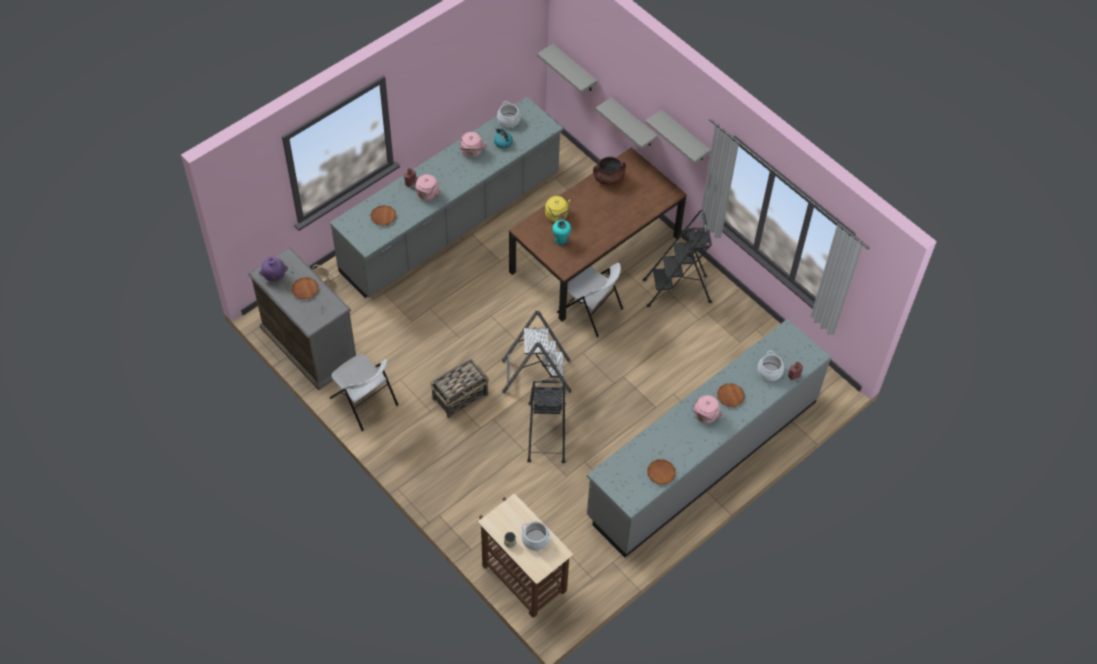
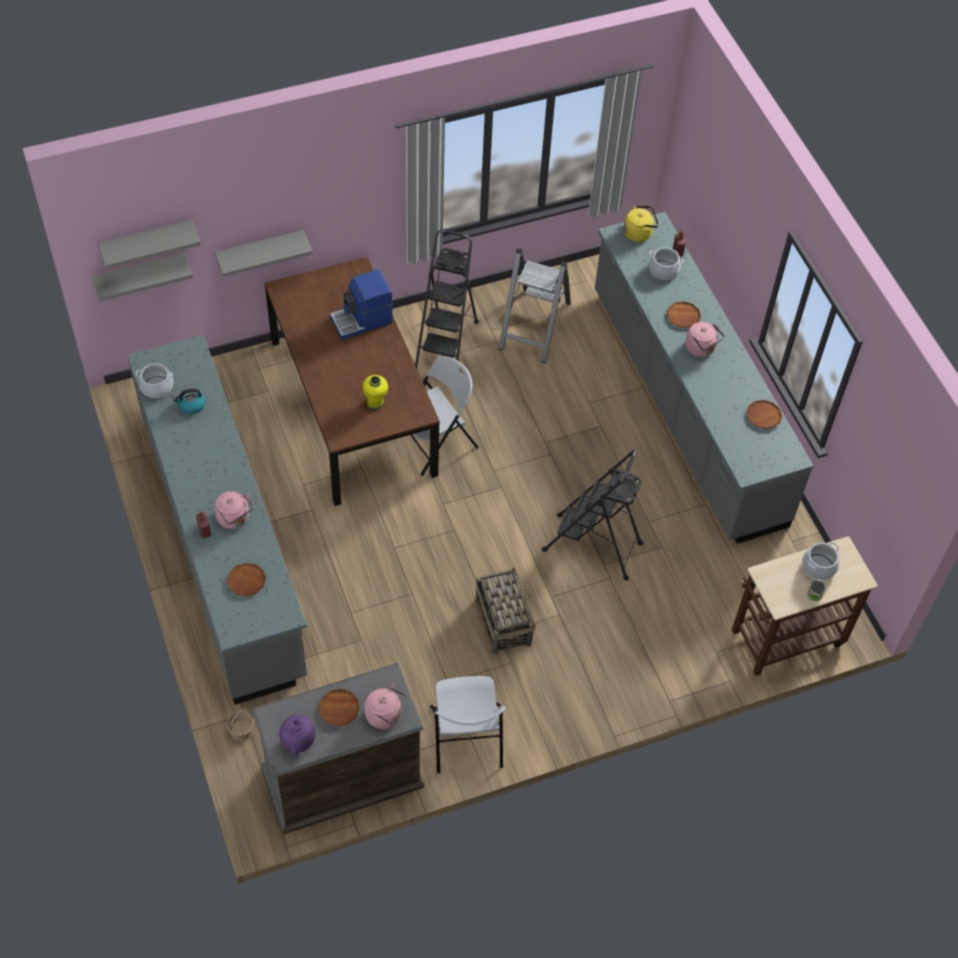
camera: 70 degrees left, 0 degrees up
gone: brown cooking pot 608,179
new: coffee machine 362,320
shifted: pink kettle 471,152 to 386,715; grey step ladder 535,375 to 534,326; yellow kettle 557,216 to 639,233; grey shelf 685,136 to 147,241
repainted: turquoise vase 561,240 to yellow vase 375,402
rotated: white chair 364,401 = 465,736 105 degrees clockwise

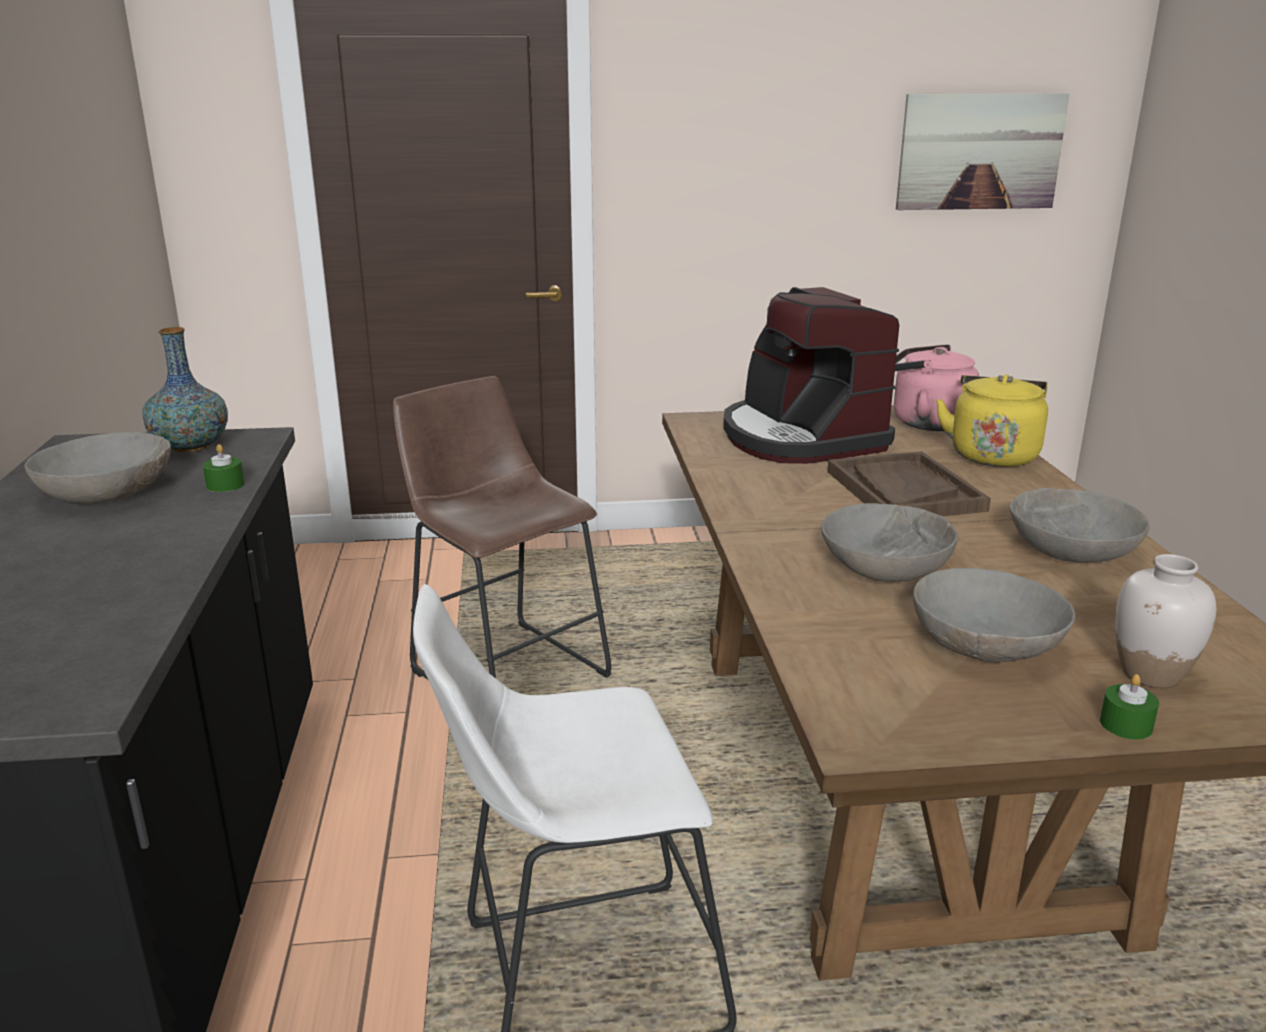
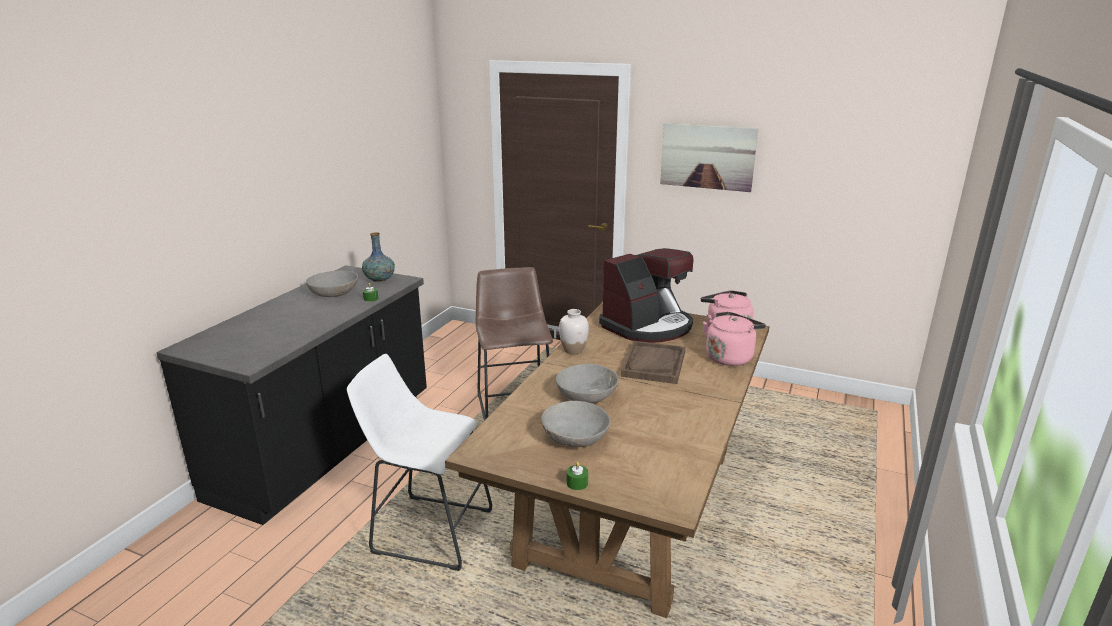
camera: 30 degrees right, 0 degrees up
gone: grey bowl 1070,550
shifted: picture 980,152 to 707,157; white vase 1151,674 to 573,350
repainted: yellow kettle 992,454 to pink kettle 730,357
rotated: coffee machine 800,438 = 648,326 135 degrees counterclockwise

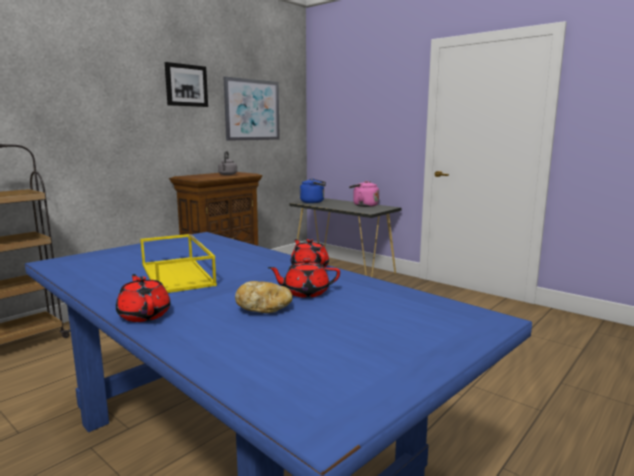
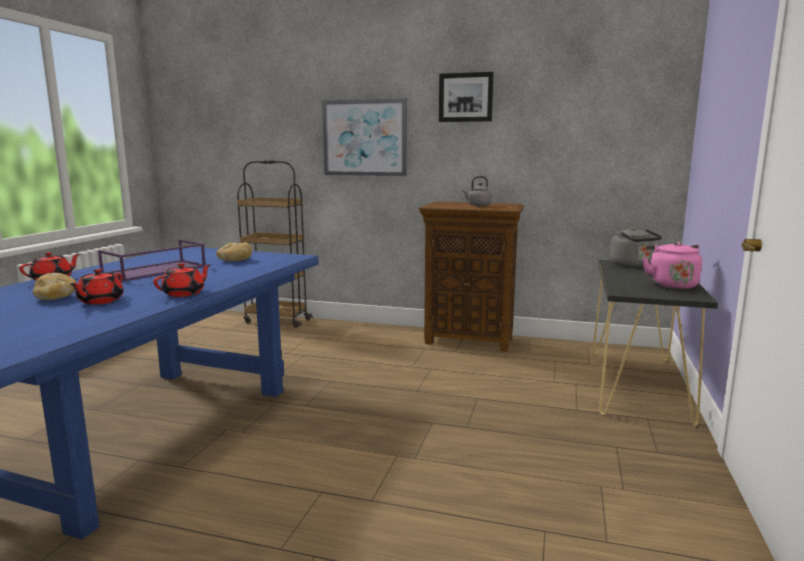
camera: 65 degrees right, 0 degrees up
new: bread 235,260
shifted: picture 252,110 to 364,138
repainted: yellow tray 178,275 to purple tray 154,271; blue kettle 313,202 to grey kettle 632,265
rotated: red teapot 305,292 = 100,301 135 degrees counterclockwise

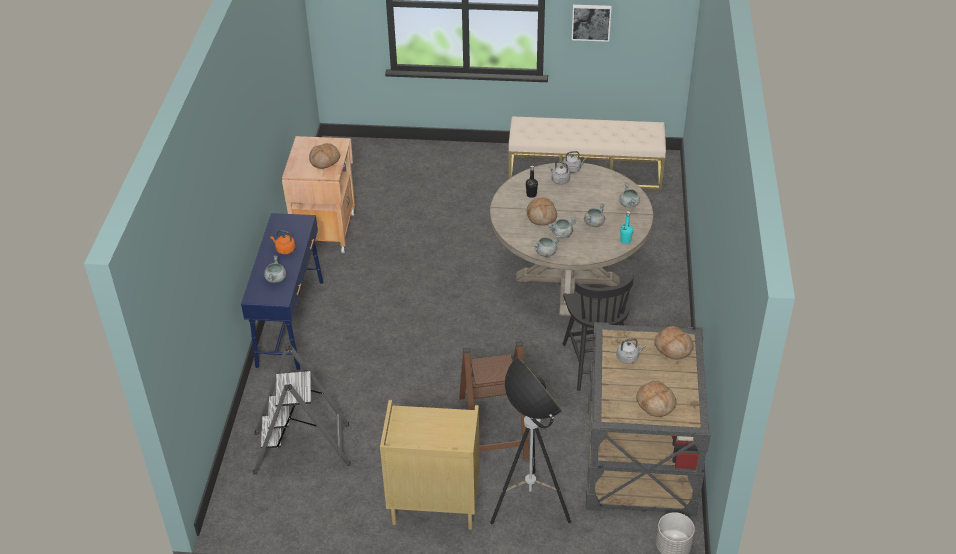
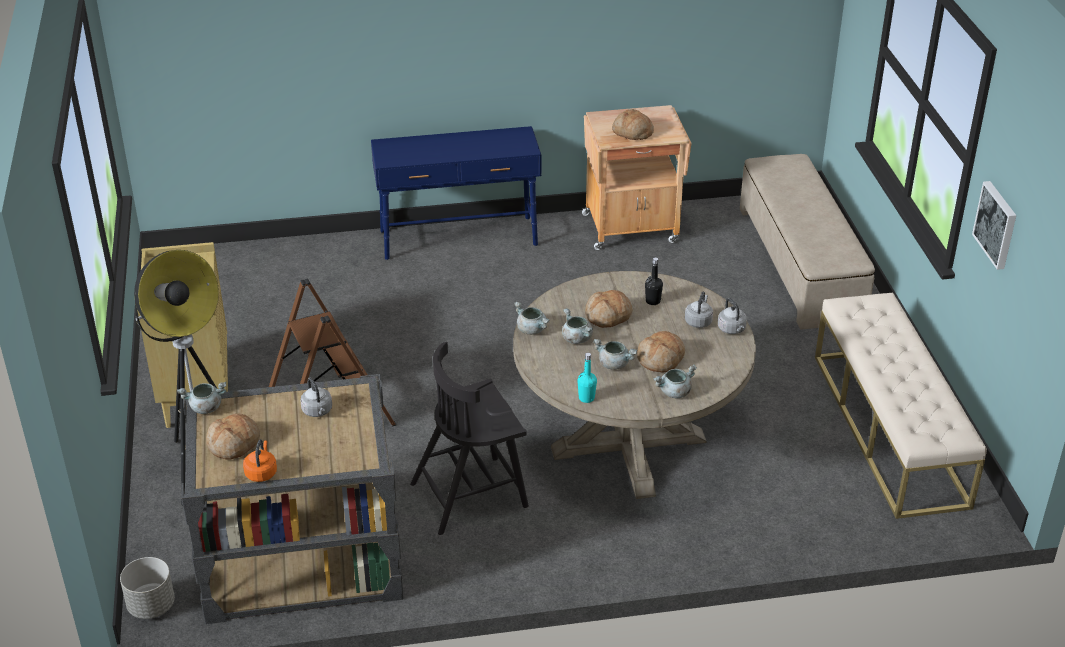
camera: 75 degrees right, 5 degrees down
gone: grey step ladder 303,447
new: beige bench 800,263
shifted: grey cooking pot 276,279 to 205,408; orange kettle 284,249 to 261,472; bread 673,348 to 661,359

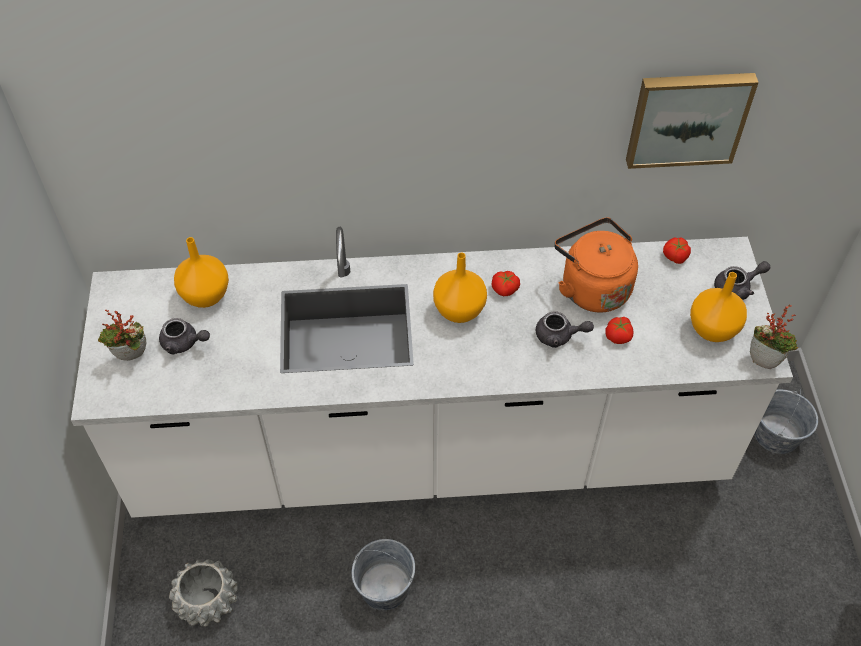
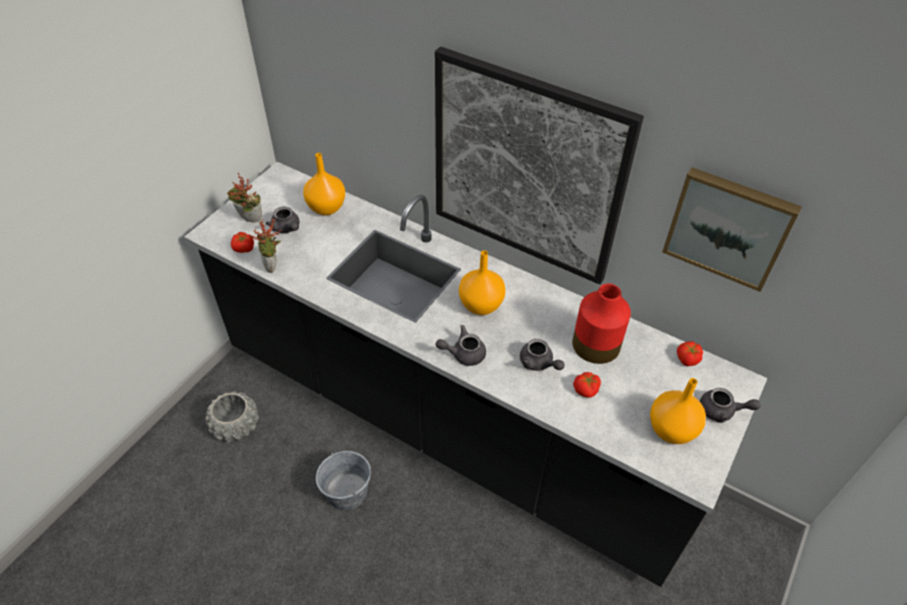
camera: 35 degrees right, 5 degrees down
gone: grey bucket 776,434
new: picture 527,169; grey teapot 463,354
shifted: tomato 505,289 to 244,248; potted plant 765,360 to 273,266
swapped: orange kettle 592,287 to red vase 596,344
repainted: white counter 430,452 to black counter 451,423

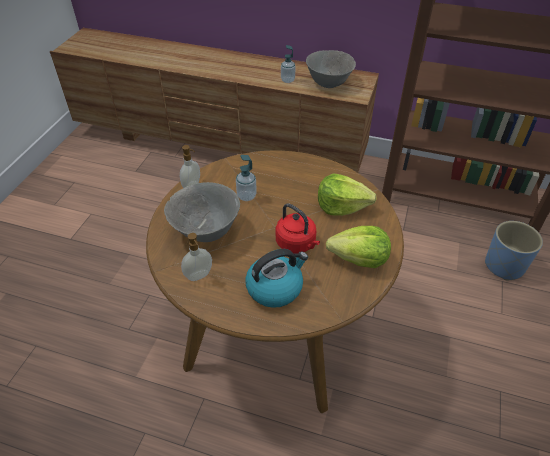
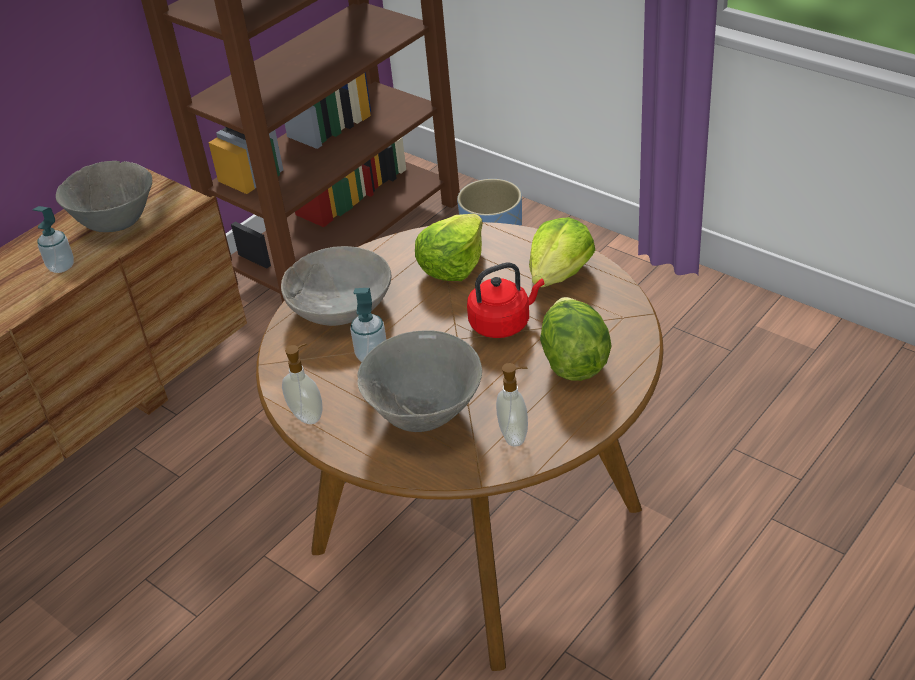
camera: 65 degrees left, 5 degrees down
new: grey bowl 340,307
swapped: kettle 275,288 to lettuce 573,361

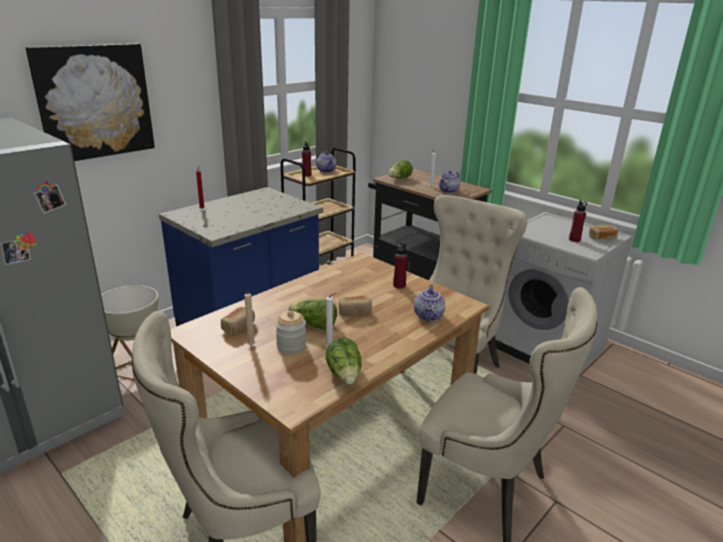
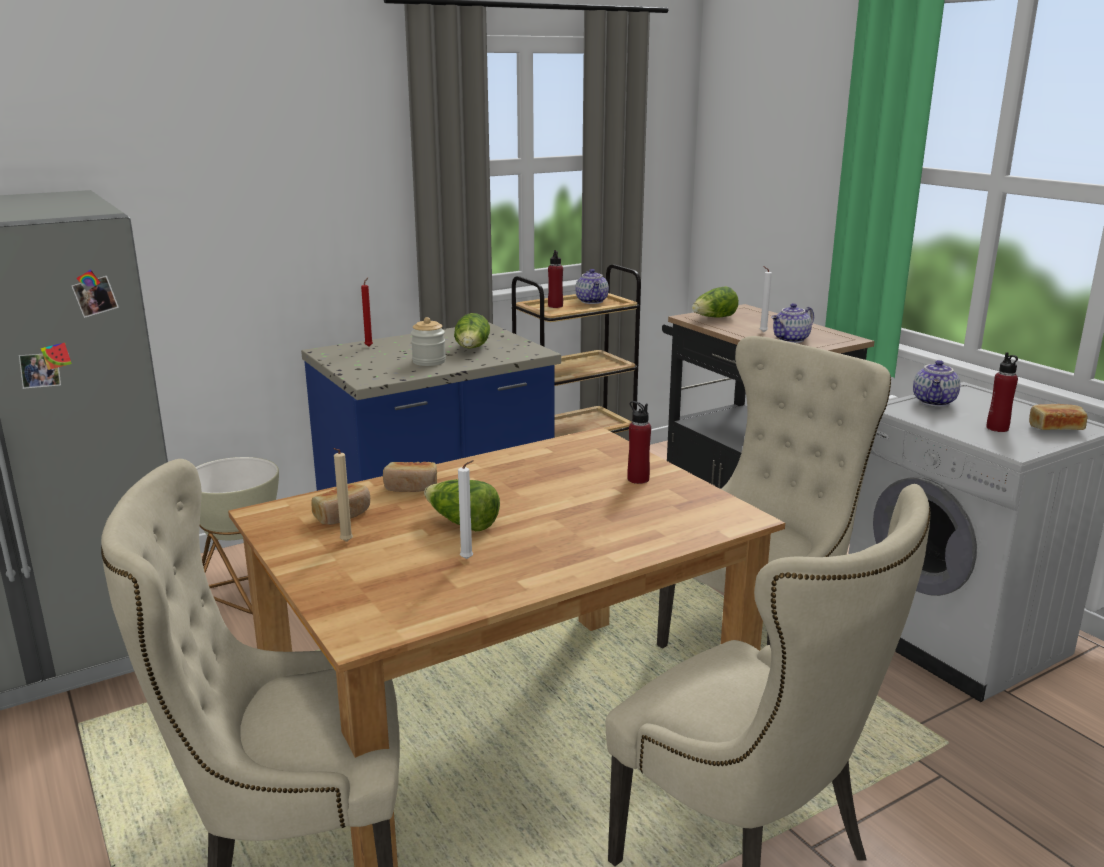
camera: 15 degrees right, 5 degrees down
gone: picture 94,102
shifted: jar 291,346 to 429,361; lettuce 345,375 to 472,349; bread 354,312 to 411,487; teapot 429,316 to 935,402

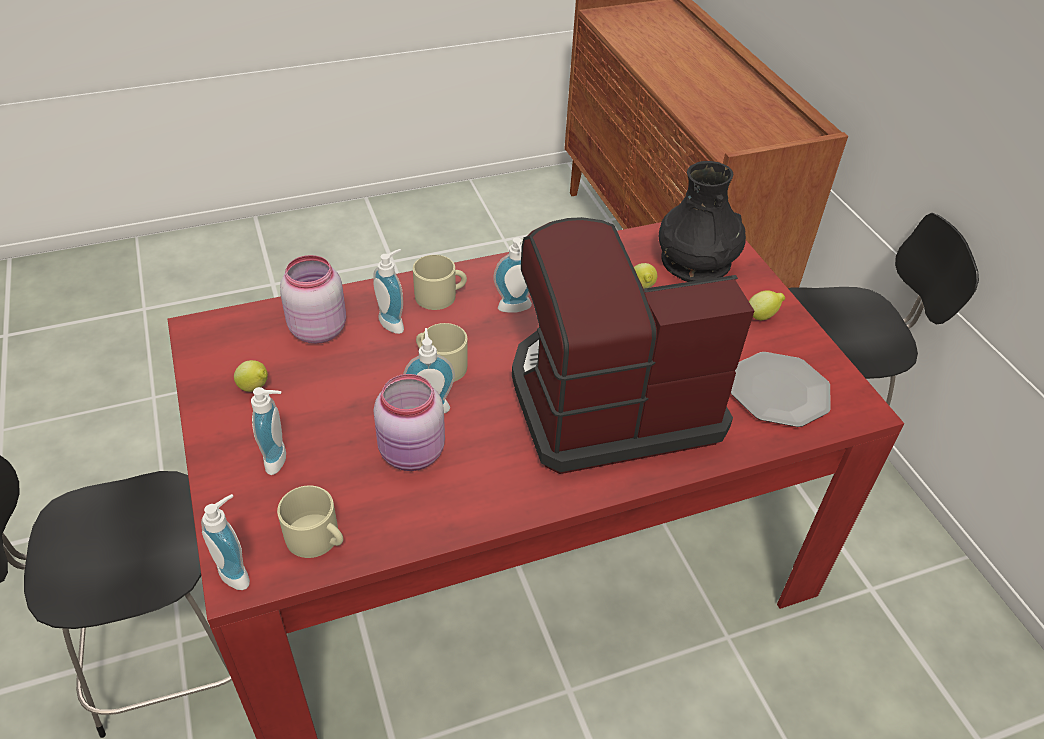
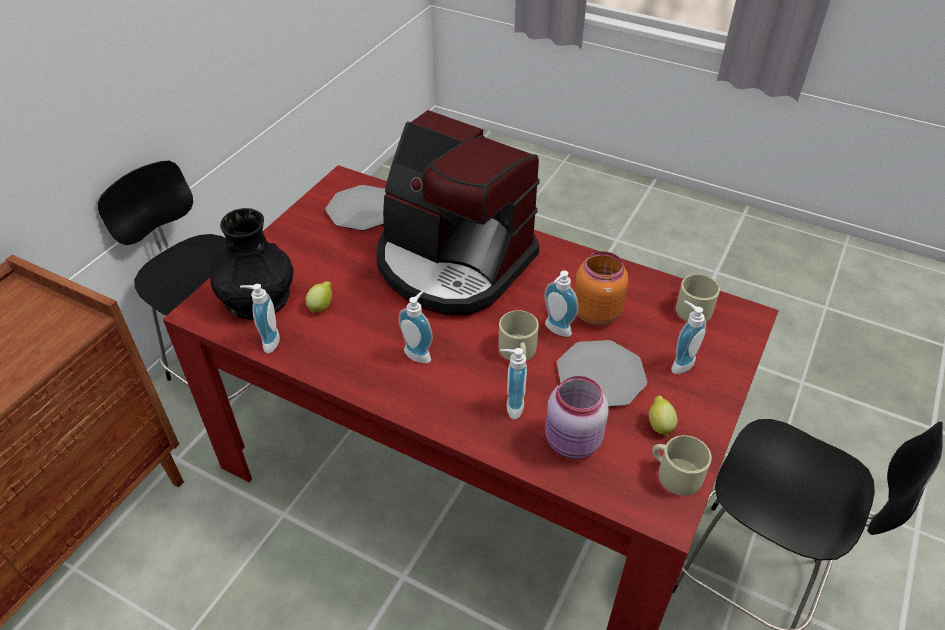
camera: 130 degrees left, 0 degrees up
gone: lemon 762,316
new: plate 601,375
shifted: soap dispenser 238,571 to 267,342; beige mug 440,295 to 674,473
repainted: pink jar 413,454 to orange jar 596,312

